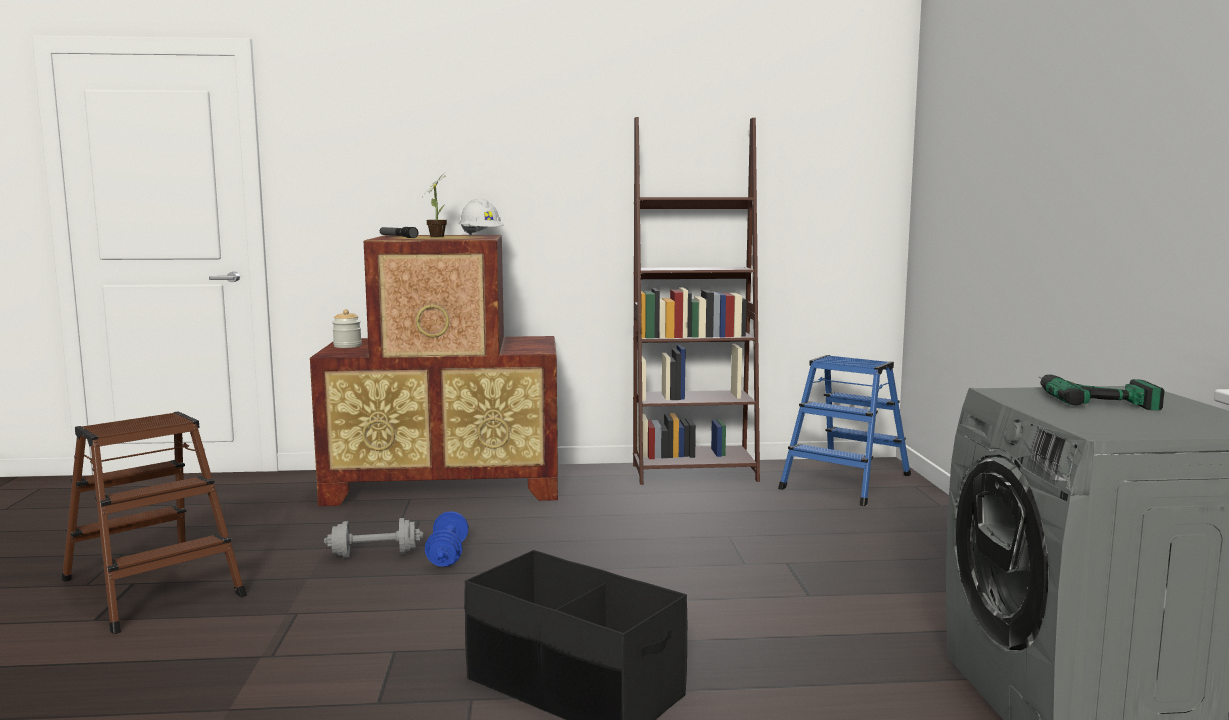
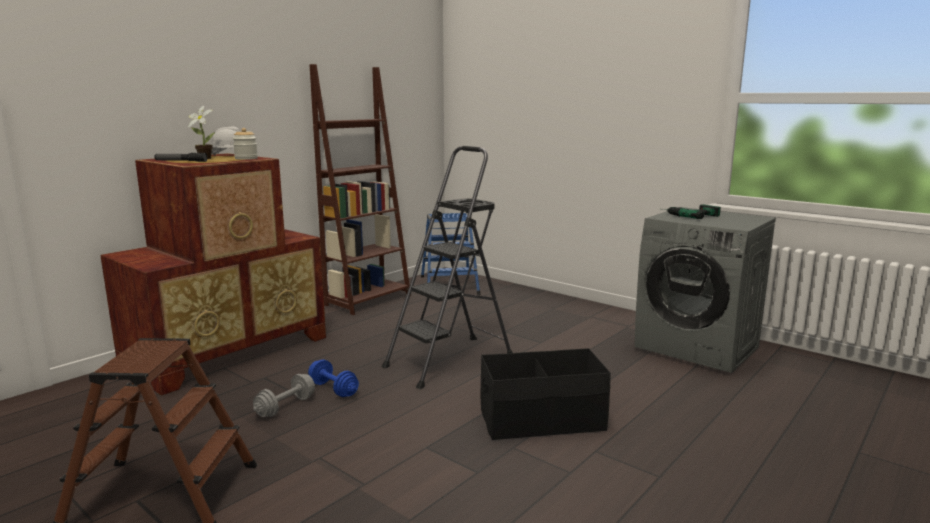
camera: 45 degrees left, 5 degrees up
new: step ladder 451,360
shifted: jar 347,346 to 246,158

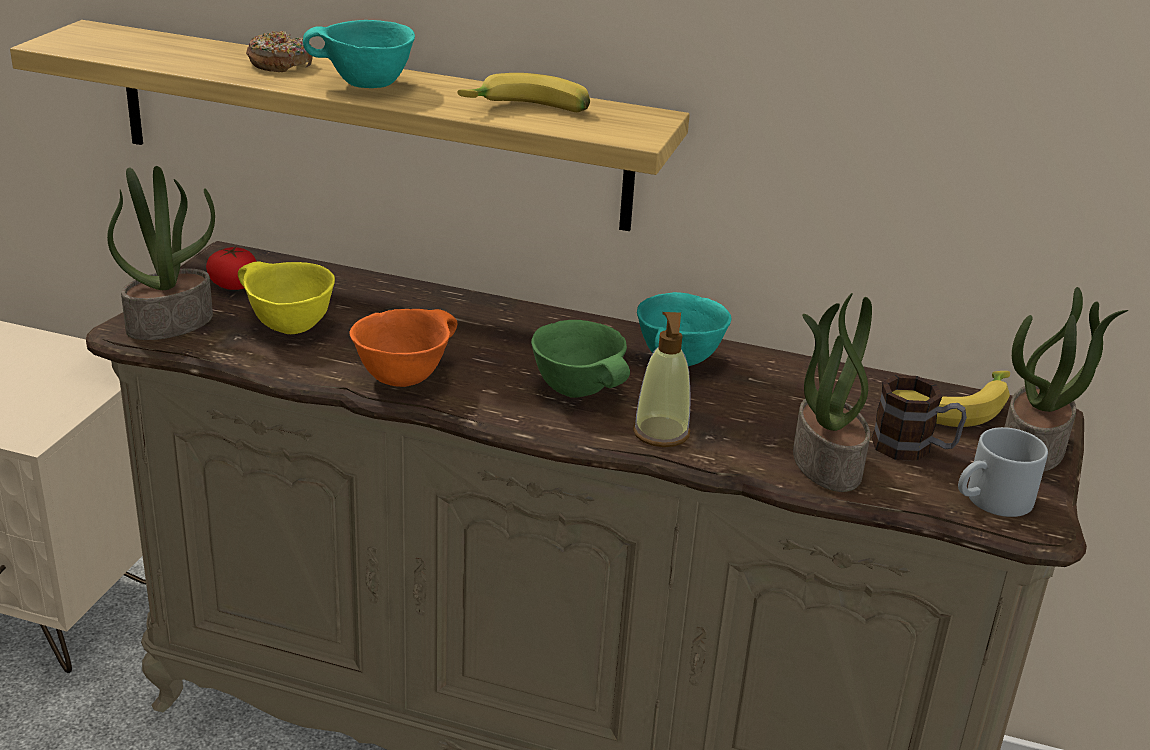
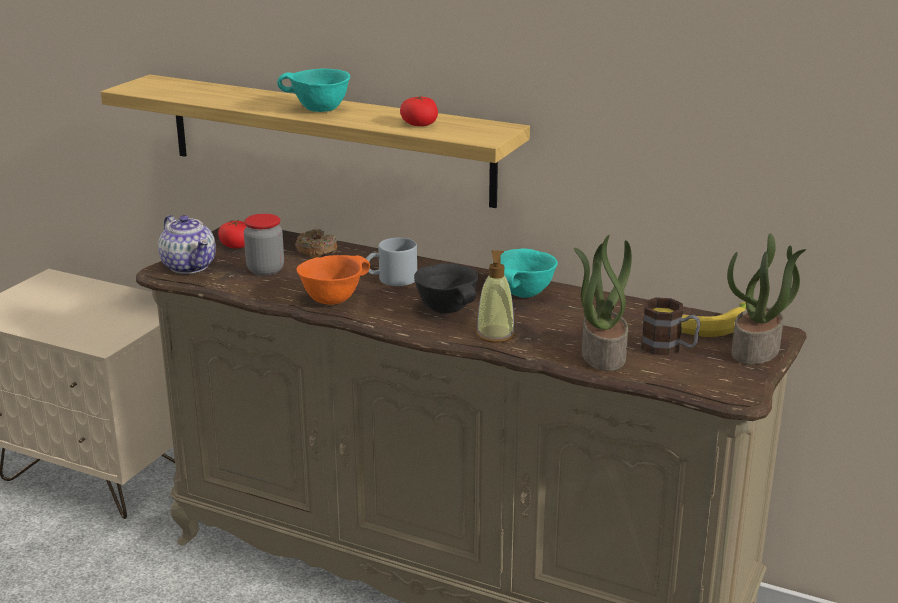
camera: 10 degrees right, 5 degrees down
shifted: donut 279,63 to 316,250; grey mug 991,501 to 391,279
swapped: potted plant 170,323 to teapot 190,266; yellow bowl 288,326 to jar 265,270; banana 528,111 to tomato 419,124
repainted: green bowl 579,390 to black bowl 448,309

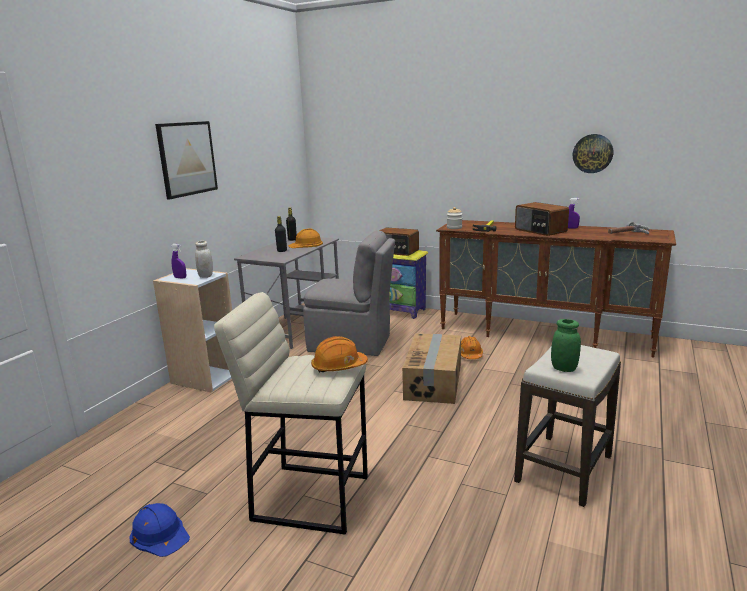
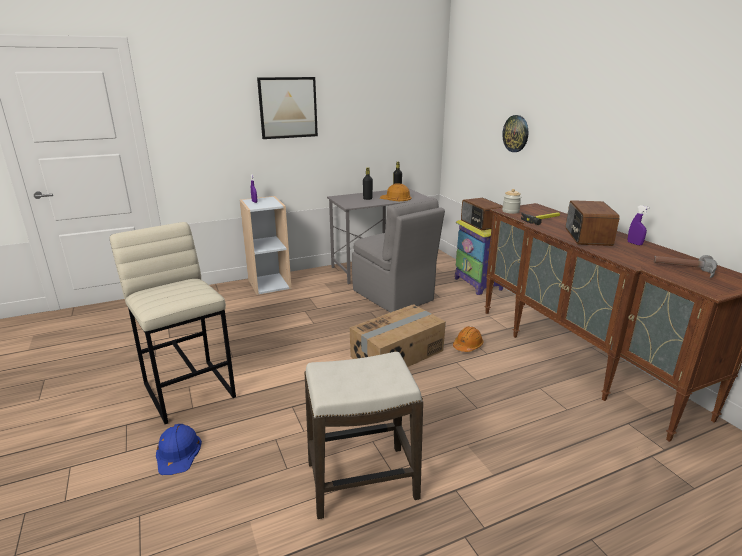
camera: 40 degrees right, 5 degrees up
gone: white jar 206,276; orange hard hat 338,367; green jar 564,368
shifted: blue hard hat 160,534 to 178,452; wall clock 592,153 to 516,133

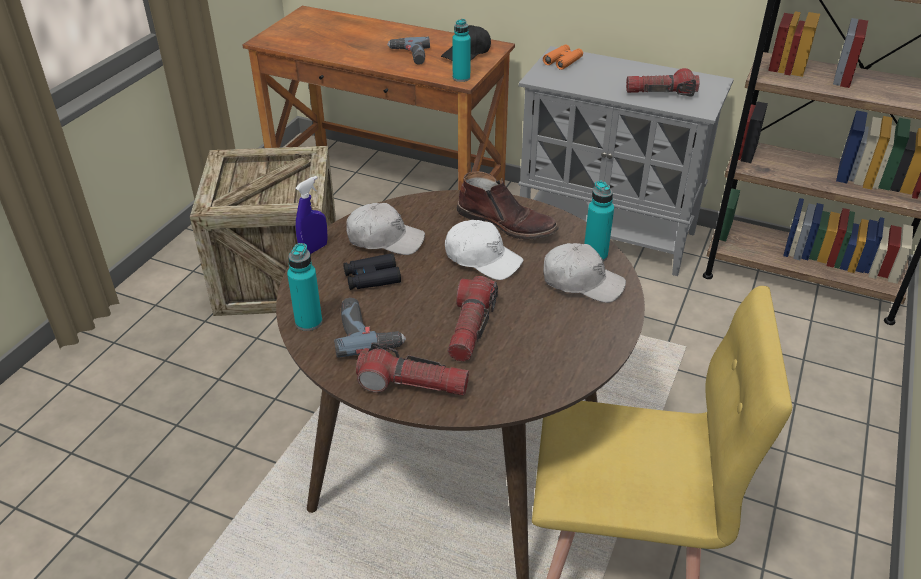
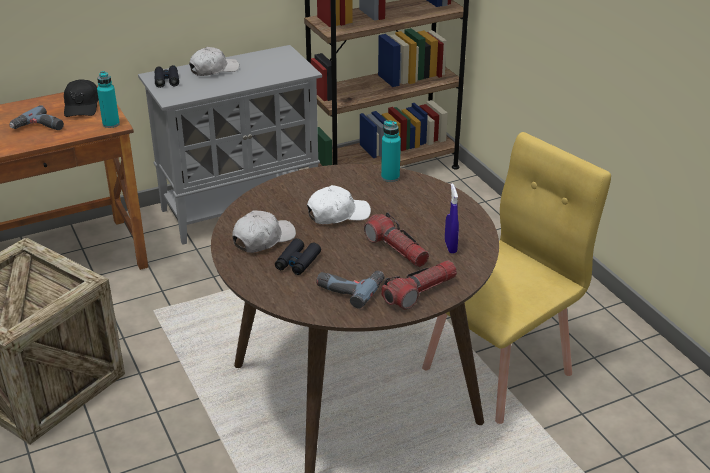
camera: 50 degrees left, 5 degrees down
gone: turquoise bottle 308,322; brown boot 507,223; flashlight 660,93
shifted: blue spray bottle 314,249 to 450,247; white cap 582,282 to 214,69
repainted: orange binoculars 563,61 to black binoculars 167,80

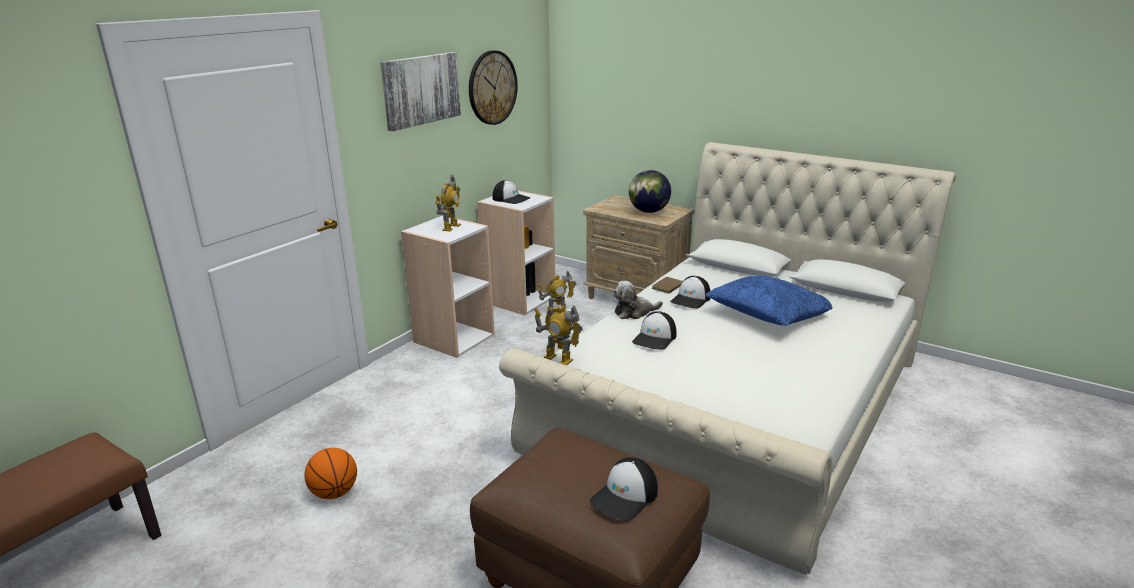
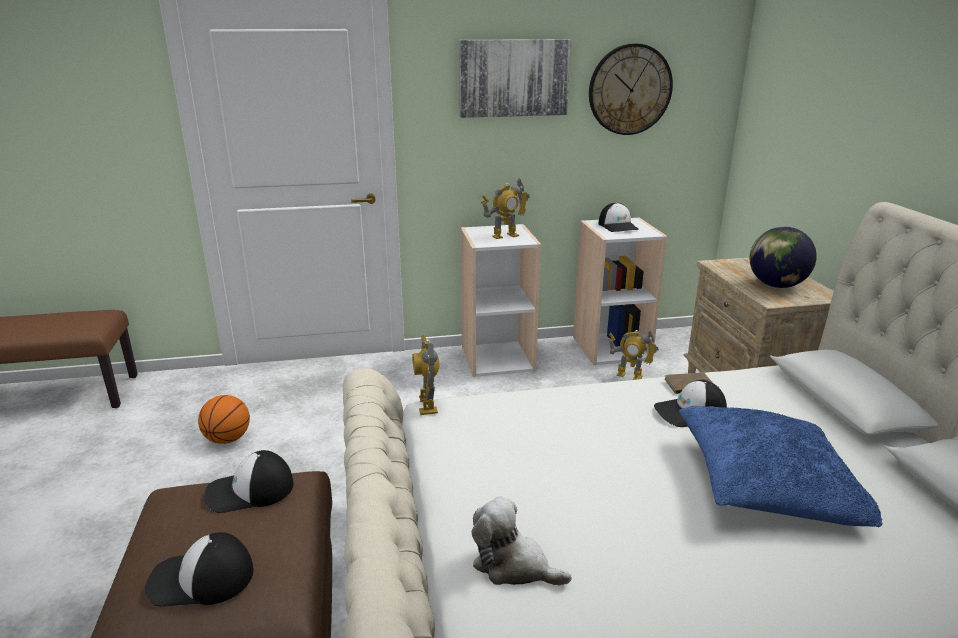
camera: 45 degrees right, 0 degrees up
shifted: plush toy 634,312 to 513,565; cap 655,338 to 249,491

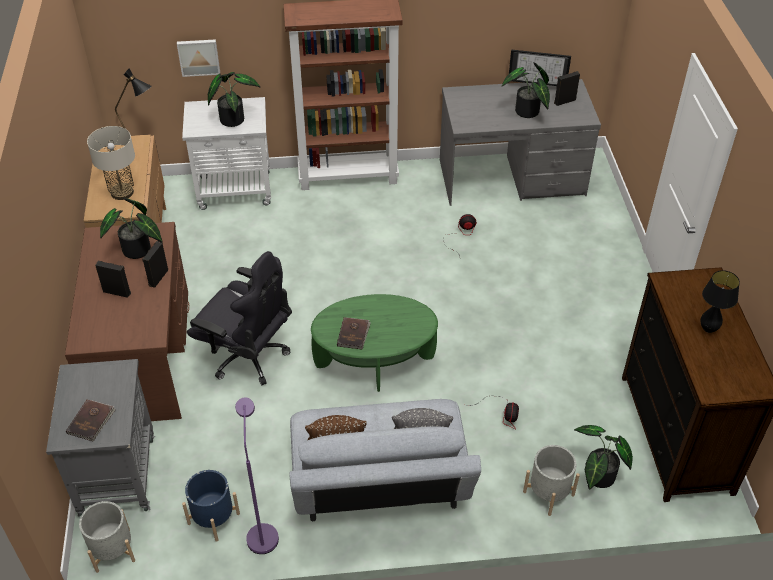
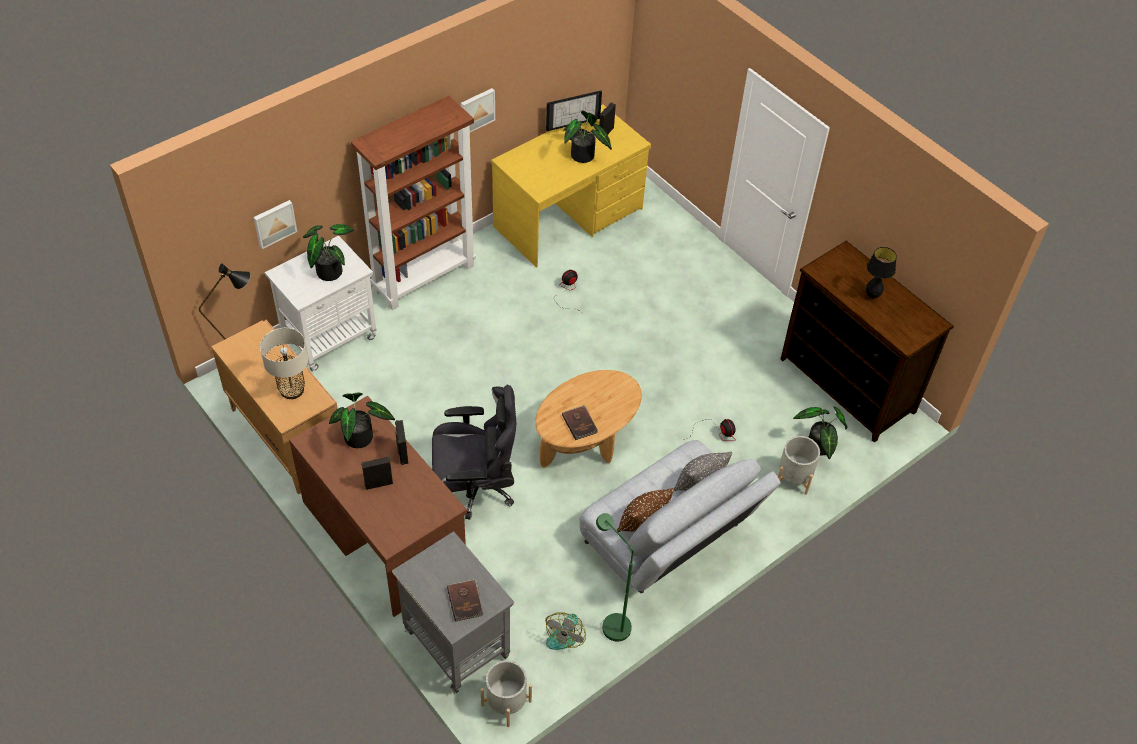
camera: 35 degrees left, 5 degrees up
new: picture 476,110
swapped: blue planter 213,518 to fan 565,633
repainted: purple floor lamp 262,531 to green floor lamp 611,622; green coffee table 375,363 to brown coffee table 586,440; grey desk 512,178 to yellow desk 569,218

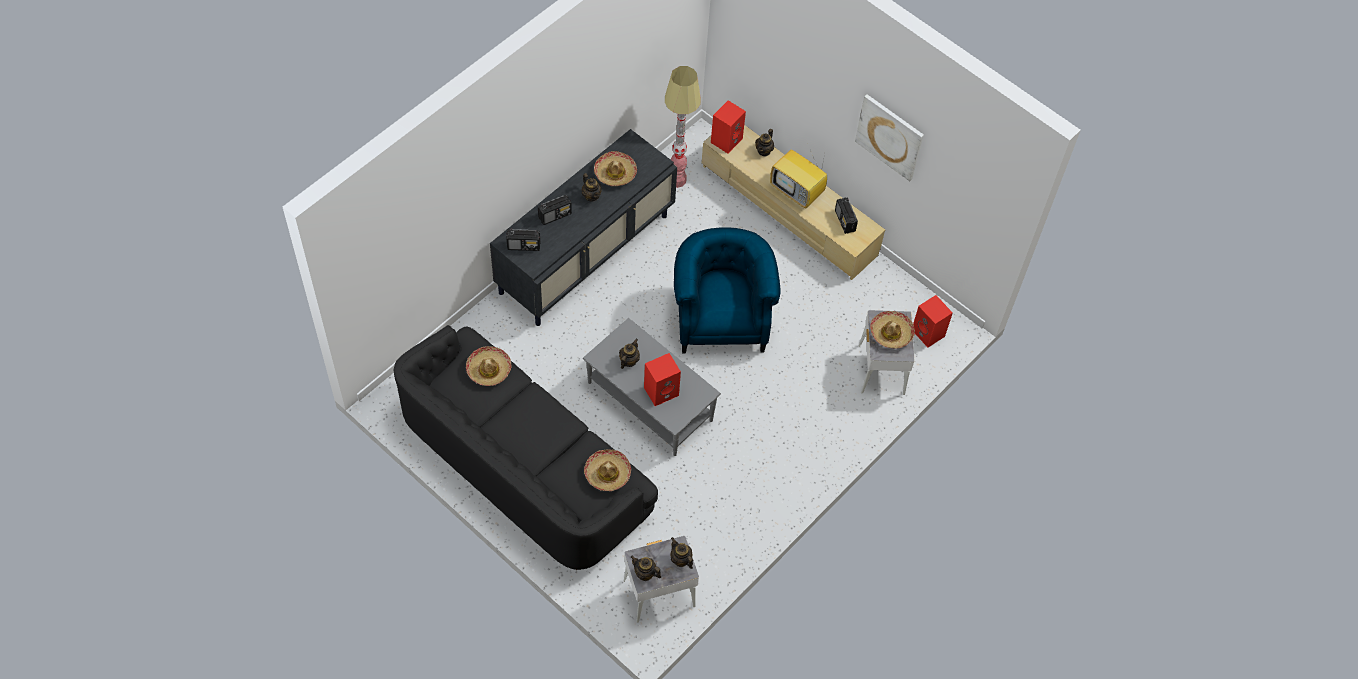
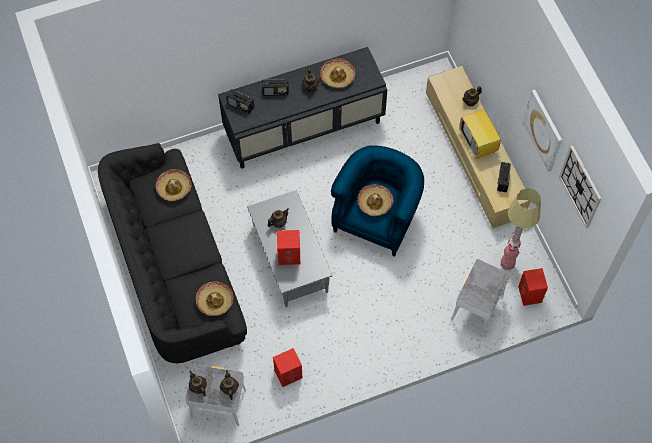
camera: 30 degrees right, 5 degrees up
new: wall clock 580,186
shifted: floor lamp 677,180 to 507,263; red speaker 726,139 to 288,373; hat 891,333 to 375,202

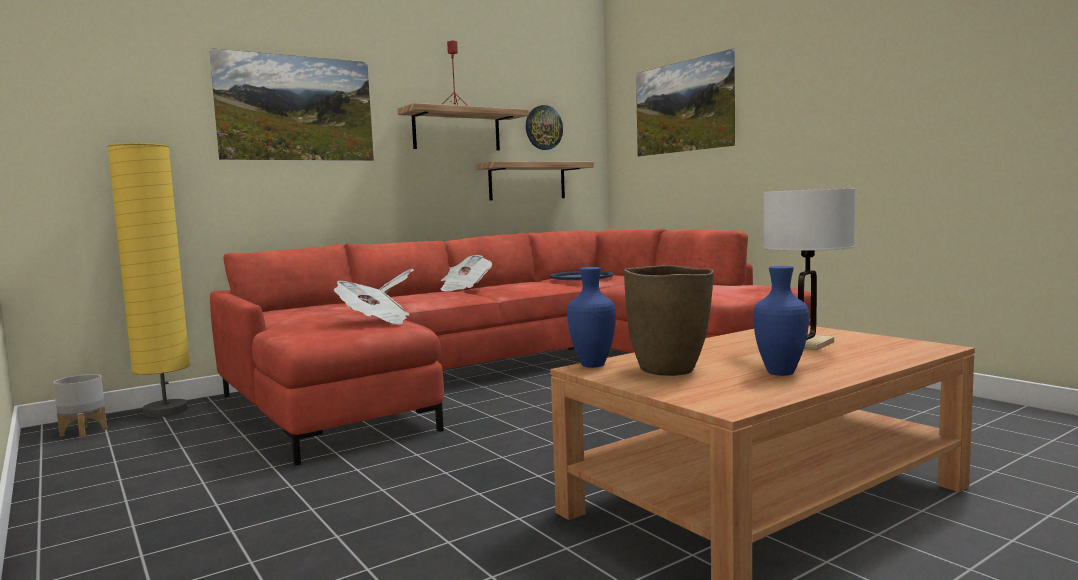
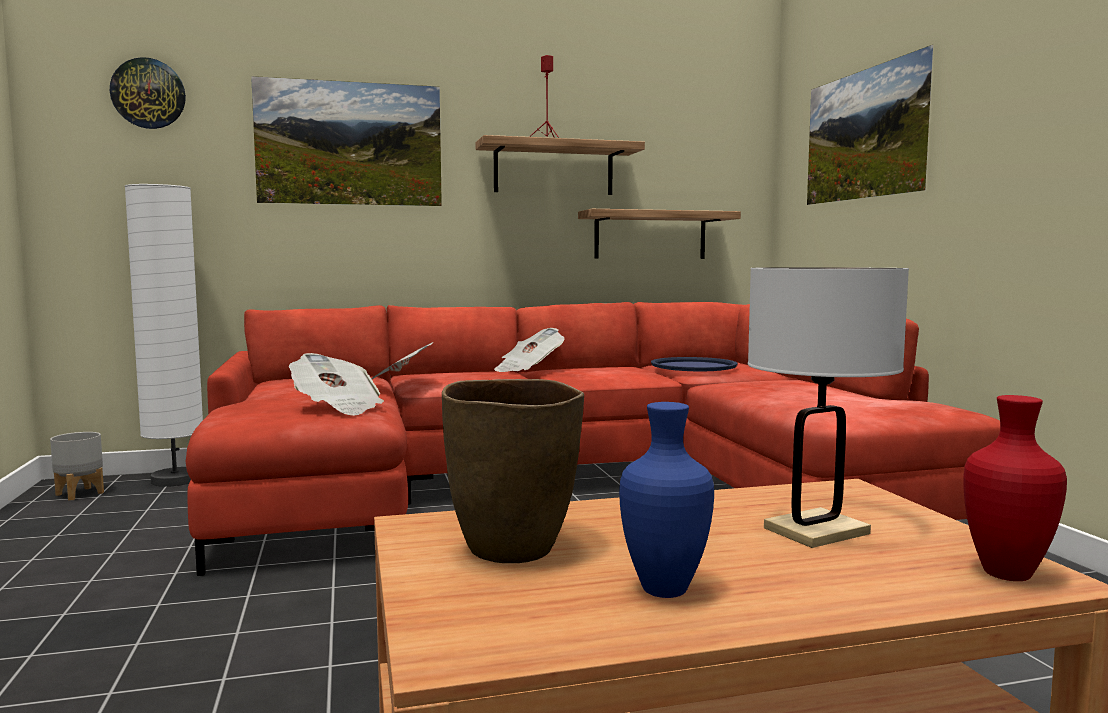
camera: 20 degrees right, 0 degrees up
gone: blue vase 594,365
new: red vase 1003,573
shifted: wall clock 543,127 to 148,93
repainted: yellow floor lamp 166,411 to white floor lamp 175,480

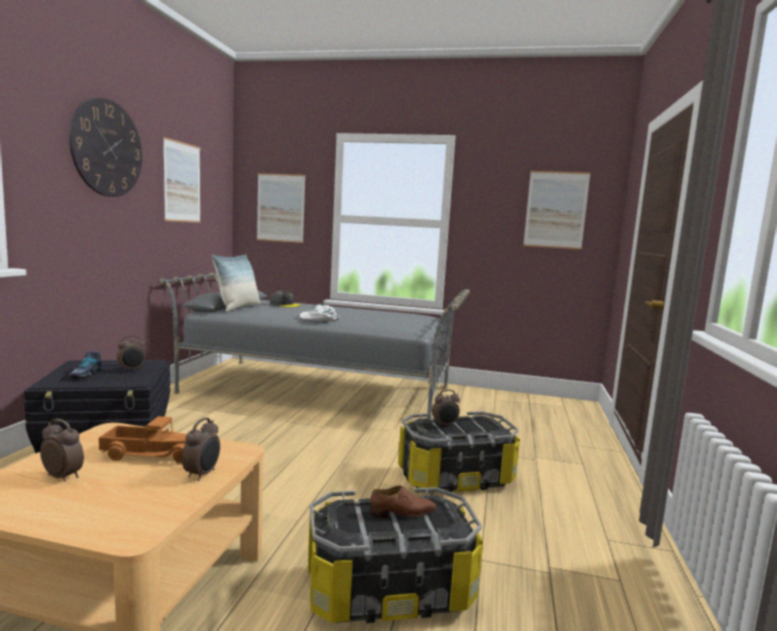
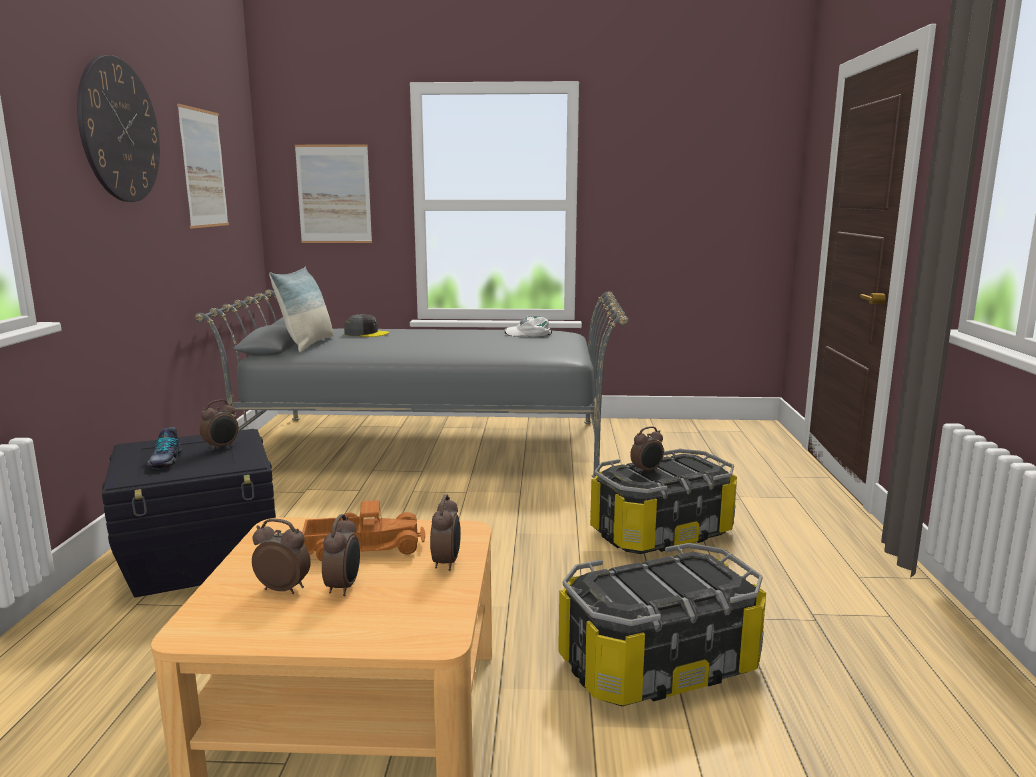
camera: 10 degrees left, 5 degrees up
gone: brown shoe 403,513; picture 556,210
new: alarm clock 344,587
shifted: white cap 319,318 to 529,334

